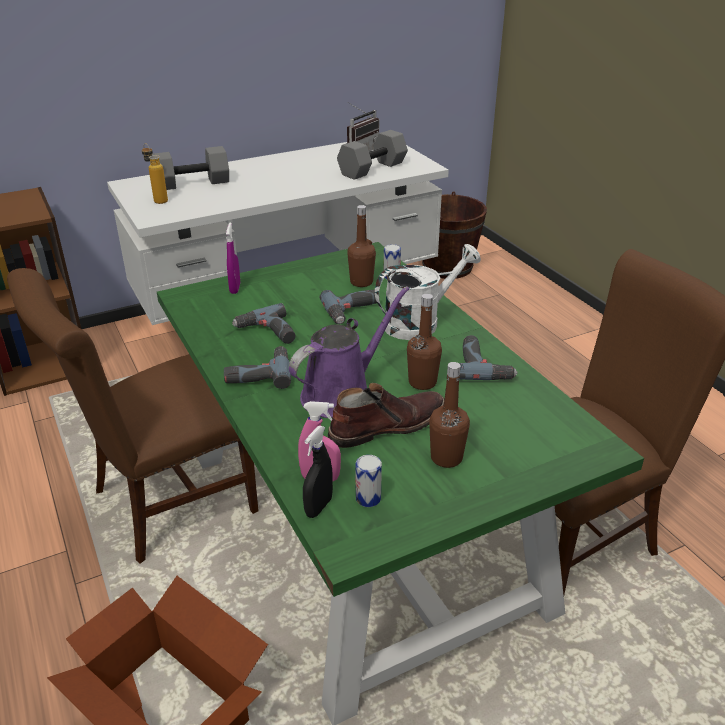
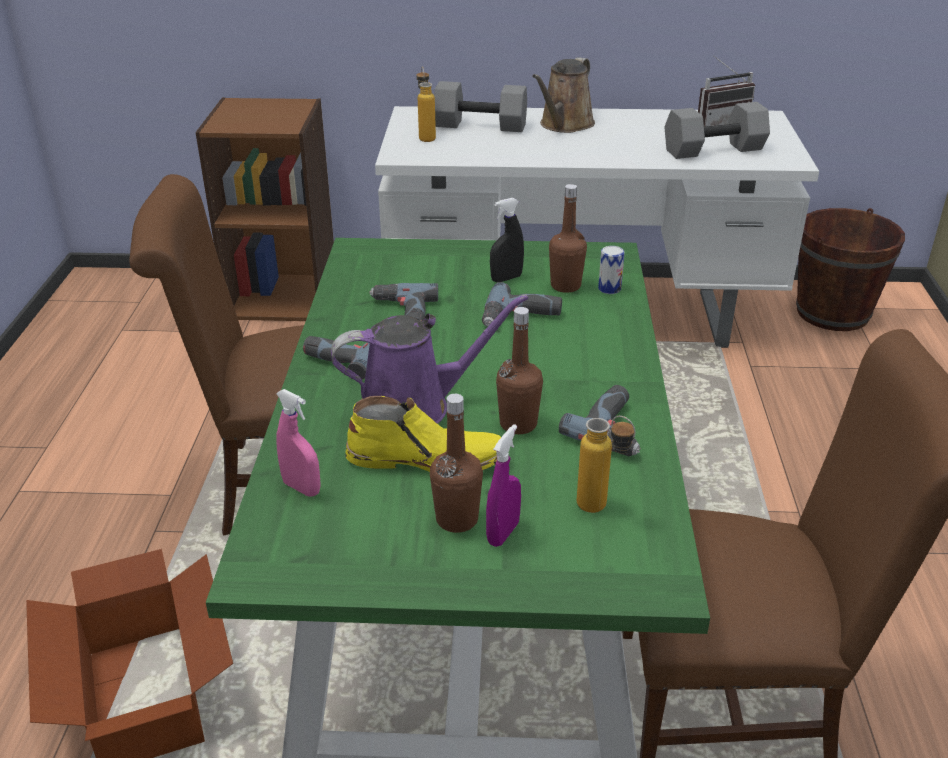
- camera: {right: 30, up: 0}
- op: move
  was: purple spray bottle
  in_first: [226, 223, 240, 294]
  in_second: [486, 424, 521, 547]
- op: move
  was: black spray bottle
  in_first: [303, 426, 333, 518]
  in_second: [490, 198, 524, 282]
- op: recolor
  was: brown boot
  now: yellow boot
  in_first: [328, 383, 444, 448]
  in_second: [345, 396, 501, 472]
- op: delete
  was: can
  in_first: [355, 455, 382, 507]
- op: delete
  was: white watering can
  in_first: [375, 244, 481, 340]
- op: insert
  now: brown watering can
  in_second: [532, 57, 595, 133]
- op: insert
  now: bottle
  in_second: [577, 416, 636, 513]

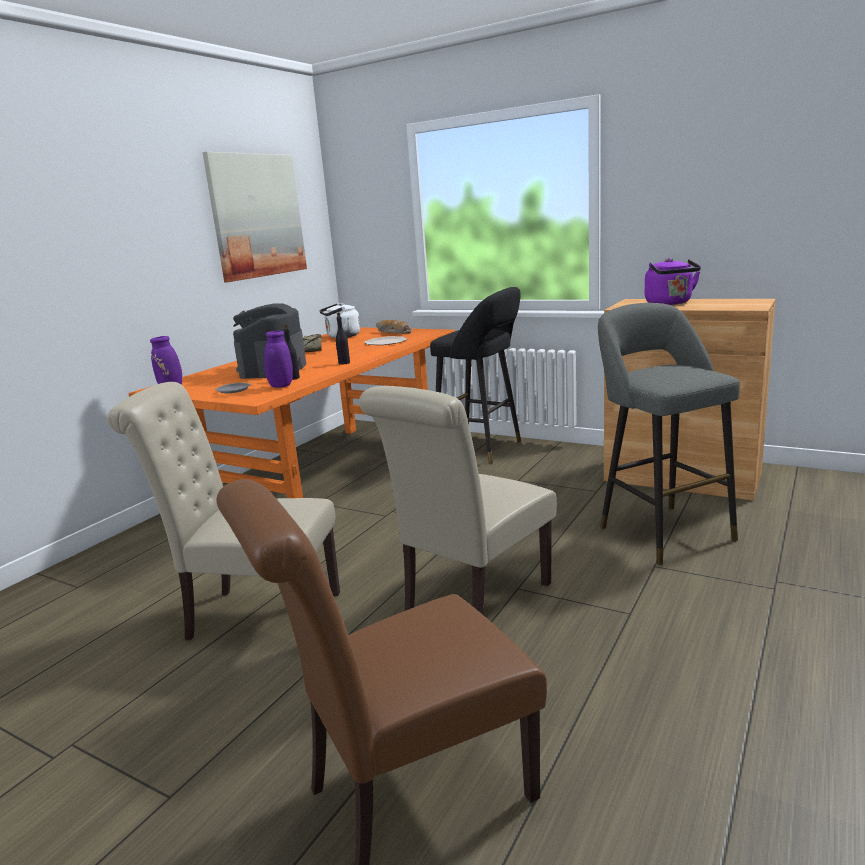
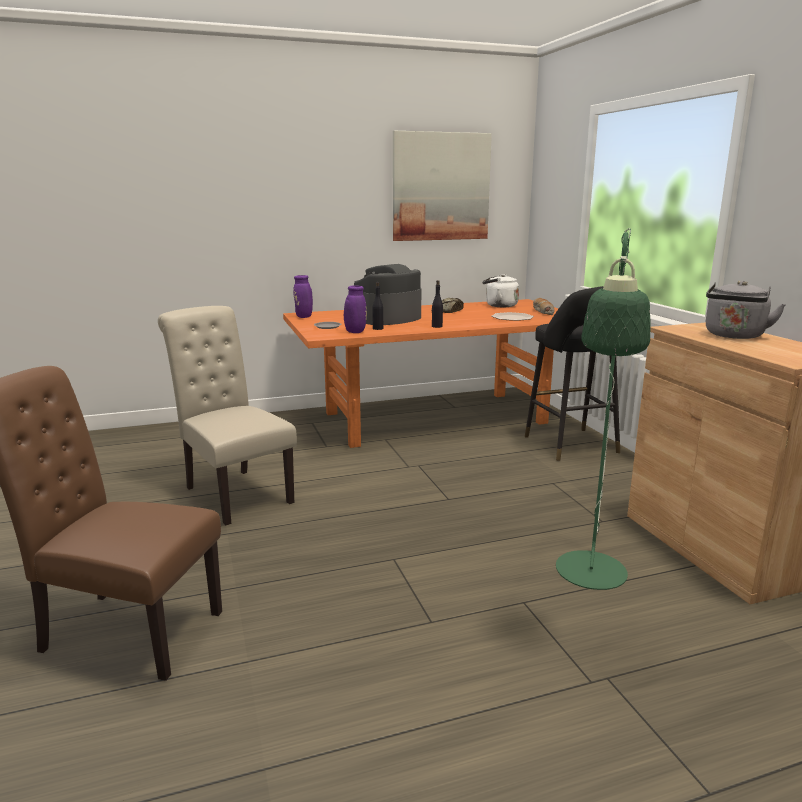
- camera: {right: 40, up: 0}
- op: delete
  was: beige chair
  in_first: [359, 386, 557, 614]
- op: replace
  was: grey stool
  now: green floor lamp
  in_first: [598, 303, 740, 565]
  in_second: [556, 228, 651, 590]
- op: recolor
  was: purple kettle
  now: grey kettle
  in_first: [645, 258, 701, 305]
  in_second: [706, 281, 786, 339]

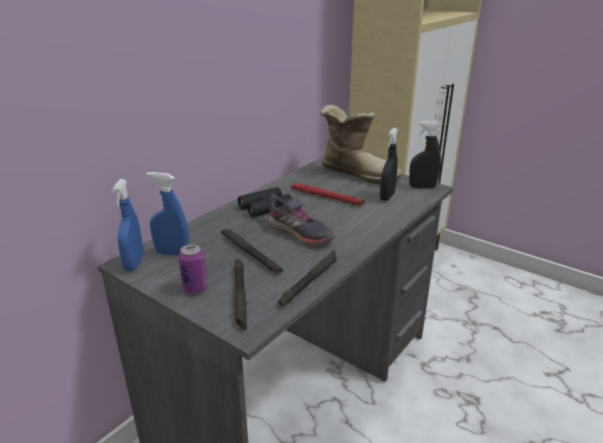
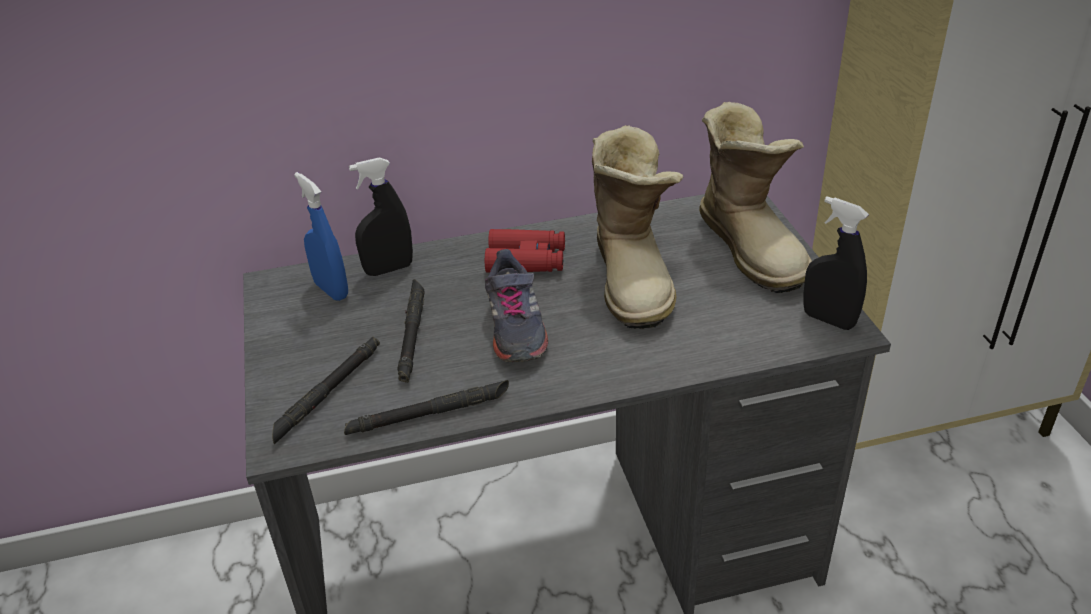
- camera: {right: 40, up: 10}
- op: delete
  was: blue spray bottle
  in_first: [112, 179, 144, 271]
- op: delete
  was: can
  in_first: [178, 244, 208, 294]
- op: recolor
  was: black binoculars
  now: red binoculars
  in_first: [238, 187, 292, 218]
  in_second: [485, 229, 565, 273]
- op: replace
  was: red flashlight
  now: boot
  in_first: [291, 183, 365, 206]
  in_second: [592, 125, 683, 329]
- op: move
  was: black spray bottle
  in_first: [380, 128, 398, 201]
  in_second: [349, 157, 413, 276]

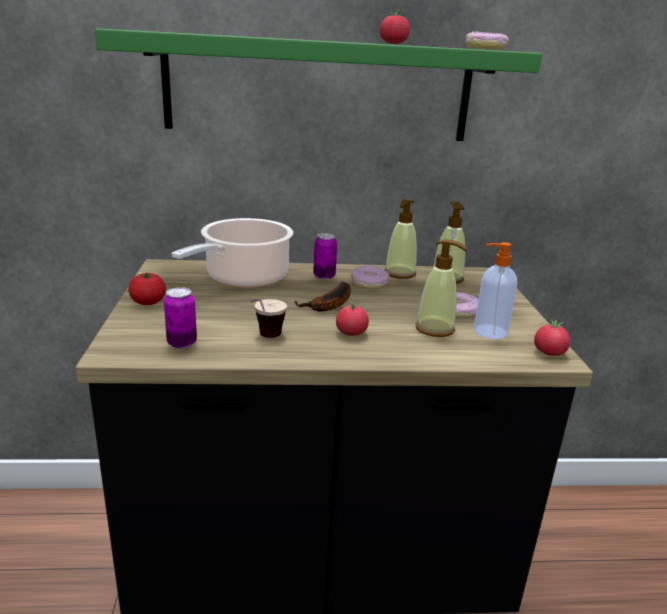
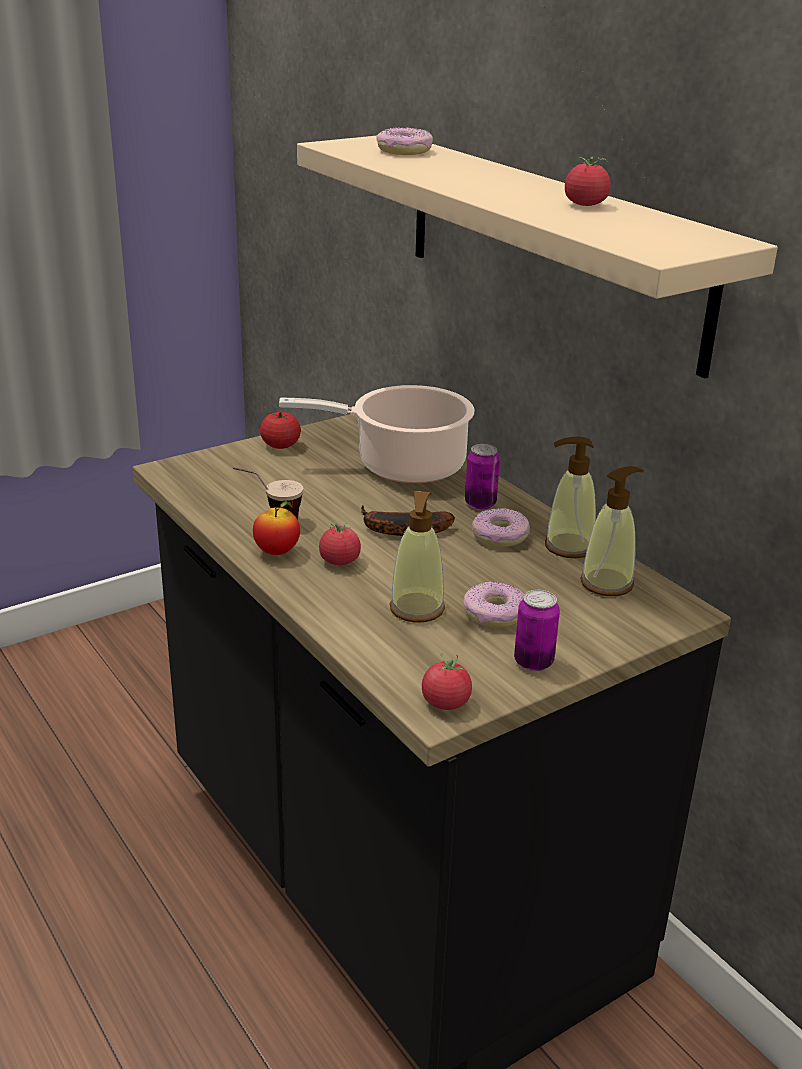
- camera: {right: 60, up: 5}
- op: recolor
  was: green shelf
  now: beige shelf
  in_first: [95, 29, 542, 141]
  in_second: [297, 136, 778, 379]
- op: move
  was: can
  in_first: [164, 287, 197, 348]
  in_second: [514, 590, 560, 671]
- op: move
  was: donut
  in_first: [465, 31, 509, 50]
  in_second: [376, 127, 433, 155]
- op: delete
  was: soap dispenser
  in_first: [474, 242, 517, 339]
- op: insert
  now: apple
  in_second: [253, 501, 300, 555]

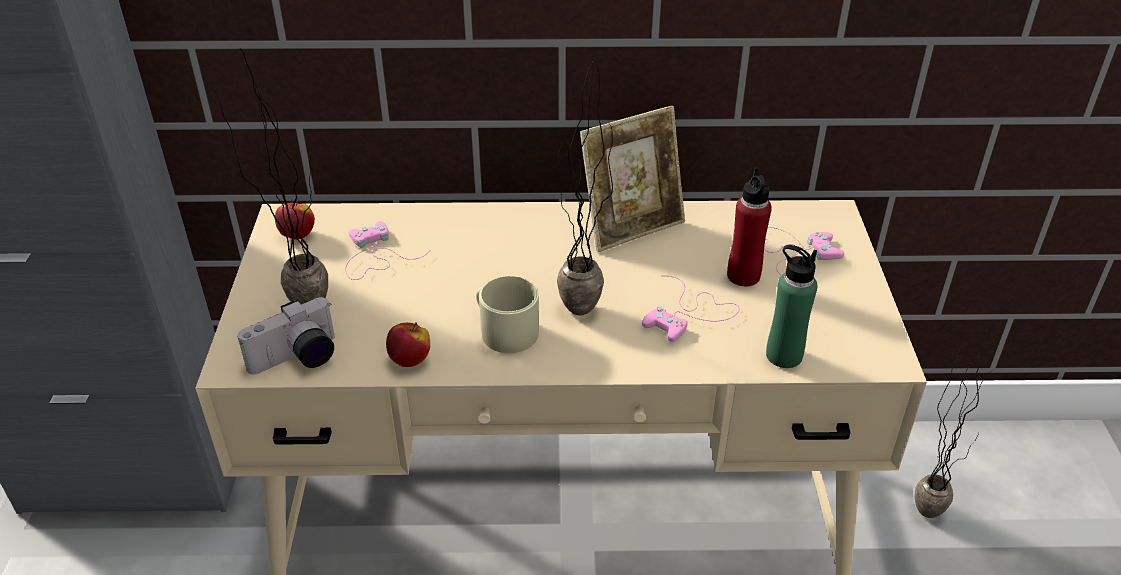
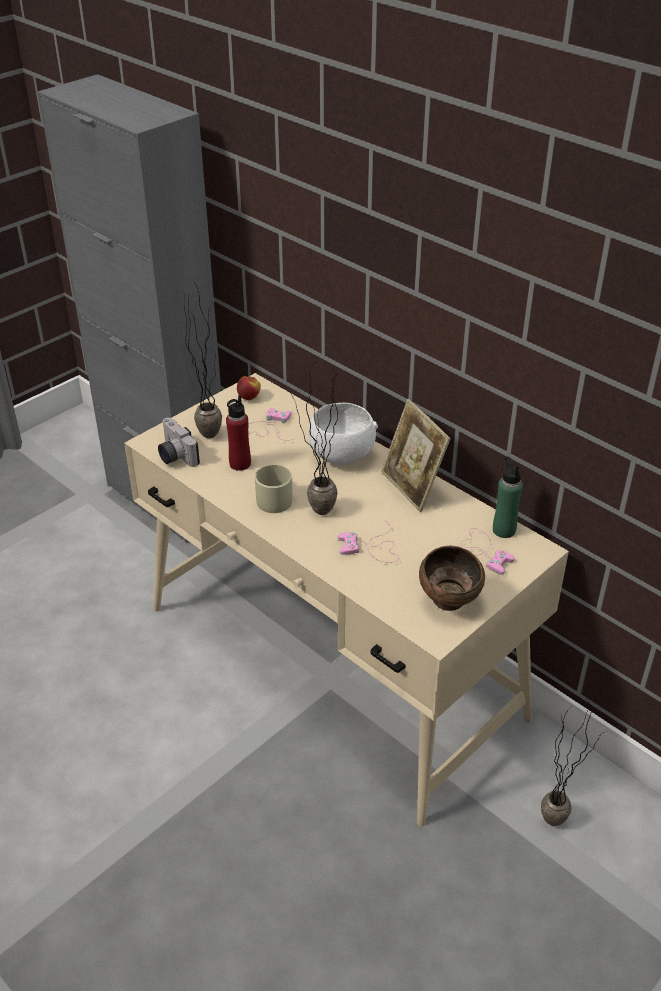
- camera: {right: 45, up: 0}
- op: rotate
  was: photo camera
  in_first: [237, 297, 335, 374]
  in_second: [158, 418, 200, 467]
  clockwise: 45
- op: delete
  was: apple
  in_first: [386, 323, 430, 367]
- op: rotate
  was: picture frame
  in_first: [580, 106, 685, 252]
  in_second: [381, 399, 451, 512]
  clockwise: 45
- op: move
  was: red bottle
  in_first: [727, 167, 772, 286]
  in_second: [226, 395, 251, 471]
- op: move
  was: green bottle
  in_first: [766, 245, 817, 368]
  in_second: [493, 457, 523, 538]
- op: insert
  now: white bowl
  in_second: [308, 403, 378, 465]
- op: insert
  now: brown bowl
  in_second: [419, 545, 485, 611]

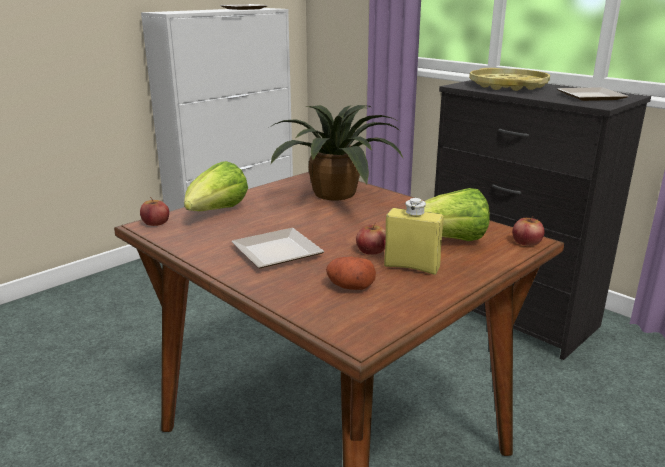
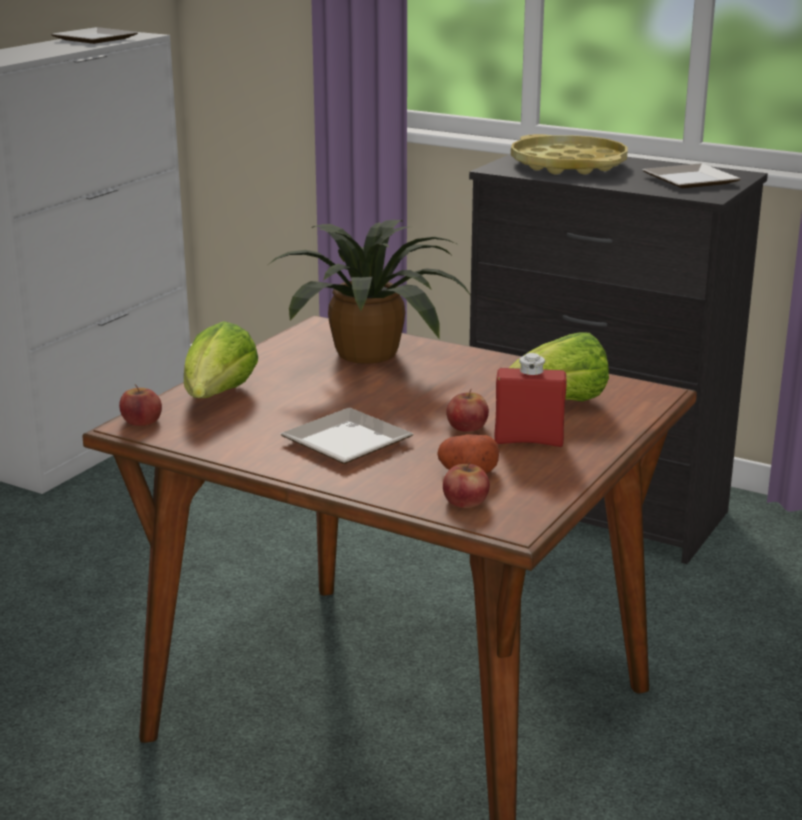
- camera: {right: -15, up: 0}
- op: recolor
  was: yellow bottle
  now: red bottle
  in_first: [384, 198, 444, 275]
  in_second: [494, 353, 566, 447]
- op: move
  was: apple
  in_first: [512, 216, 544, 246]
  in_second: [443, 462, 490, 508]

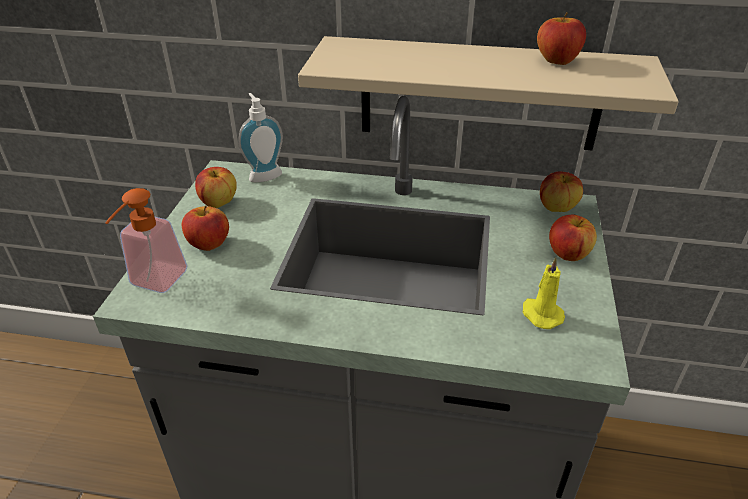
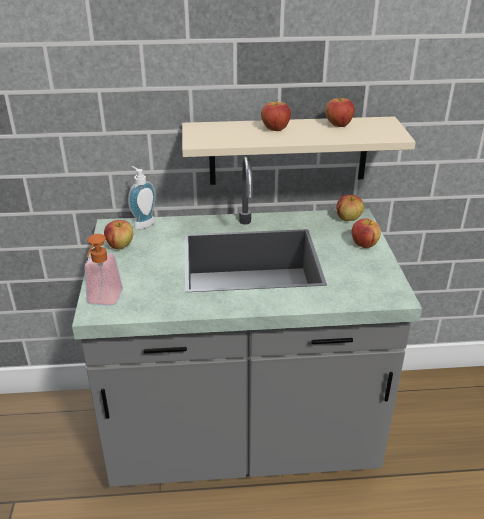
- camera: {right: -15, up: -5}
- op: move
  was: apple
  in_first: [182, 205, 229, 251]
  in_second: [261, 99, 291, 131]
- op: delete
  was: yellow candle
  in_first: [522, 257, 565, 329]

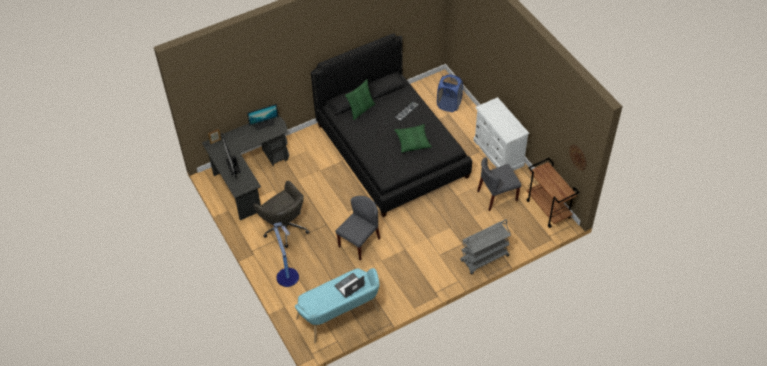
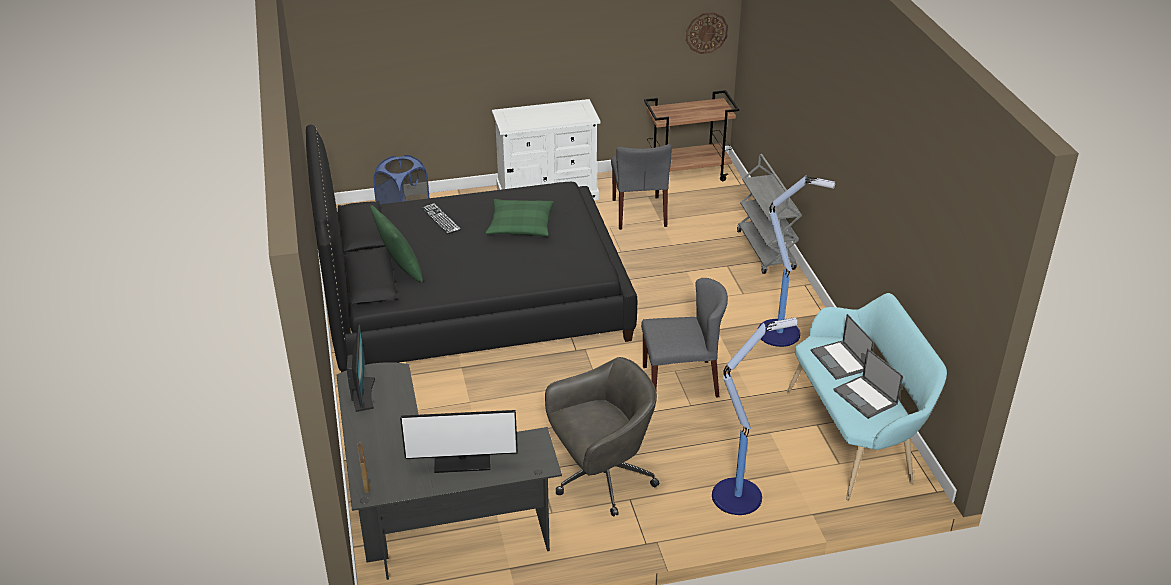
- camera: {right: -75, up: -15}
- op: rotate
  was: grey chair
  in_first: [336, 196, 380, 260]
  in_second: [641, 278, 728, 397]
  clockwise: 120
- op: insert
  now: floor lamp
  in_second: [758, 175, 836, 347]
- op: insert
  now: laptop
  in_second: [833, 348, 903, 419]

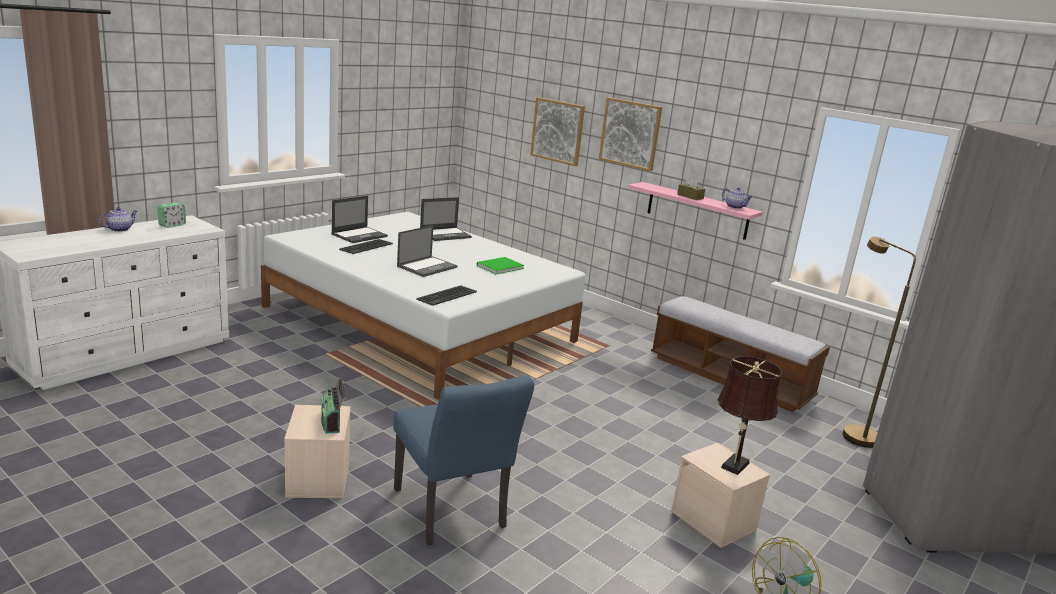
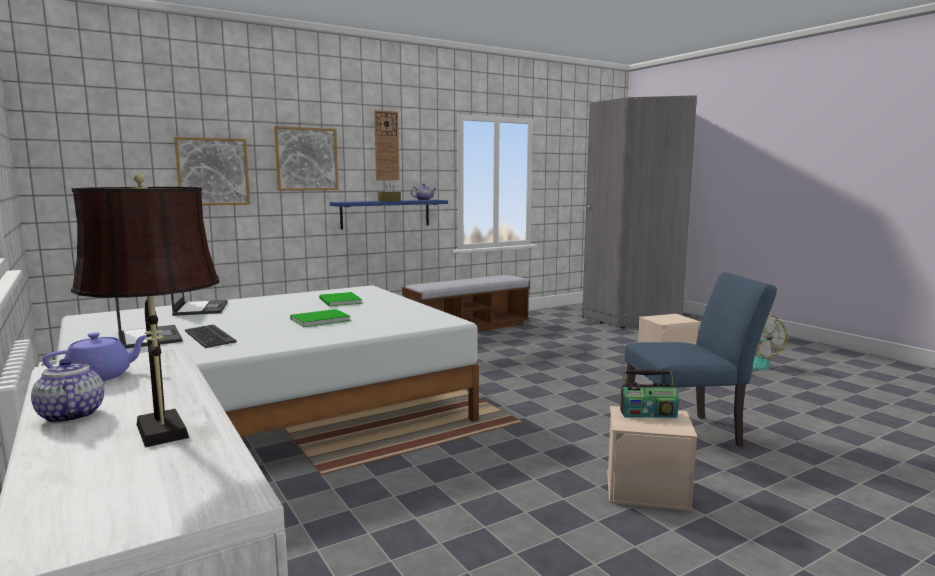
- camera: {right: -70, up: -10}
- op: replace
  was: alarm clock
  now: purple teapot
  in_first: [157, 202, 186, 228]
  in_second: [43, 332, 147, 381]
- op: replace
  was: laptop
  now: green book
  in_first: [397, 225, 457, 277]
  in_second: [290, 309, 351, 327]
- op: delete
  was: keyboard
  in_first: [416, 285, 477, 306]
- op: recolor
  was: pink shelf
  now: blue shelf
  in_first: [628, 182, 763, 240]
  in_second: [330, 200, 448, 230]
- op: move
  was: brown table lamp
  in_first: [717, 356, 782, 475]
  in_second: [71, 173, 220, 448]
- op: delete
  was: brown floor lamp
  in_first: [842, 237, 916, 448]
- op: insert
  now: wall clock
  in_second: [374, 110, 400, 180]

